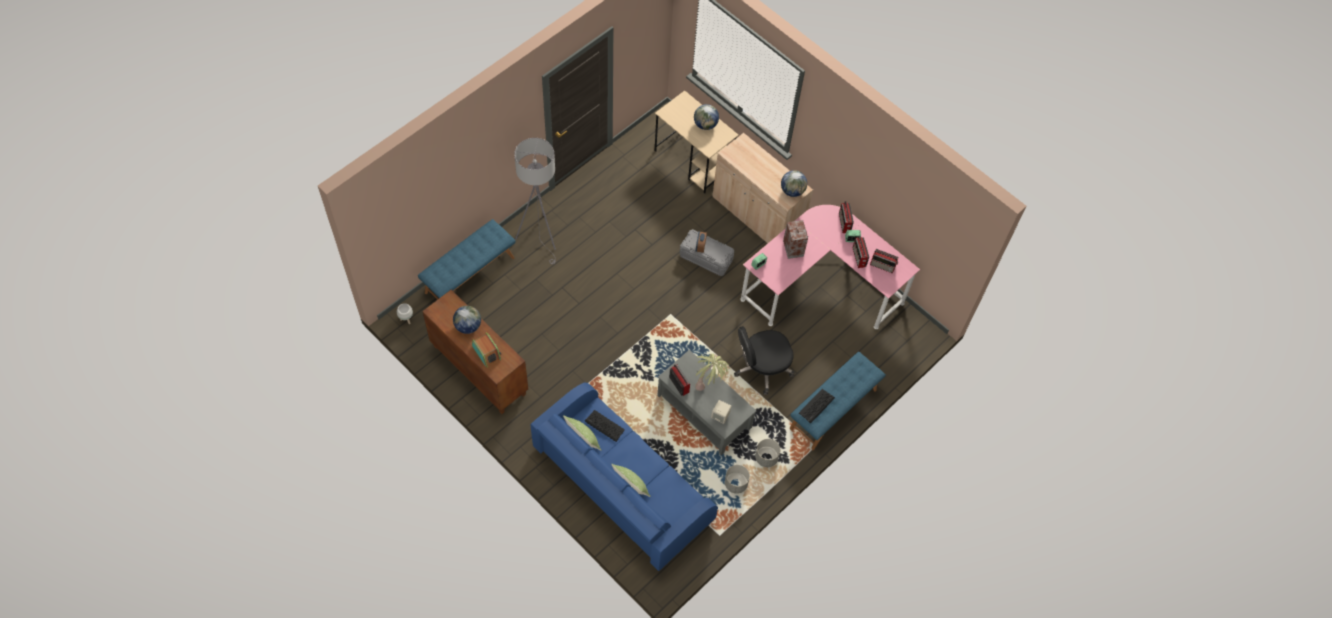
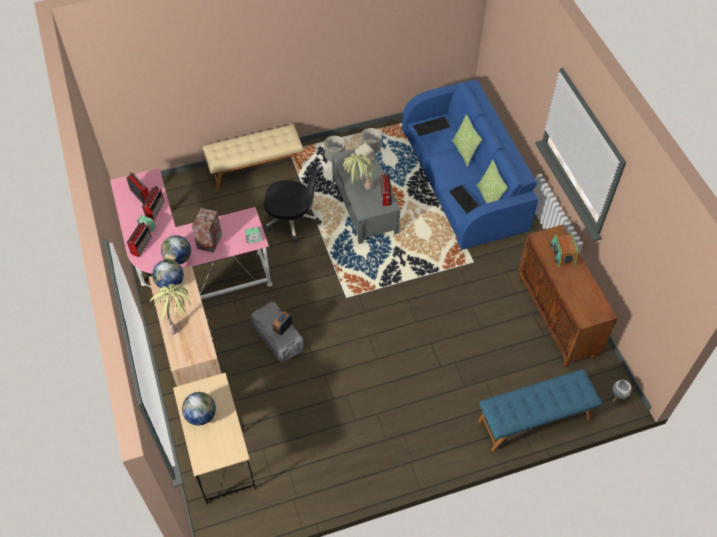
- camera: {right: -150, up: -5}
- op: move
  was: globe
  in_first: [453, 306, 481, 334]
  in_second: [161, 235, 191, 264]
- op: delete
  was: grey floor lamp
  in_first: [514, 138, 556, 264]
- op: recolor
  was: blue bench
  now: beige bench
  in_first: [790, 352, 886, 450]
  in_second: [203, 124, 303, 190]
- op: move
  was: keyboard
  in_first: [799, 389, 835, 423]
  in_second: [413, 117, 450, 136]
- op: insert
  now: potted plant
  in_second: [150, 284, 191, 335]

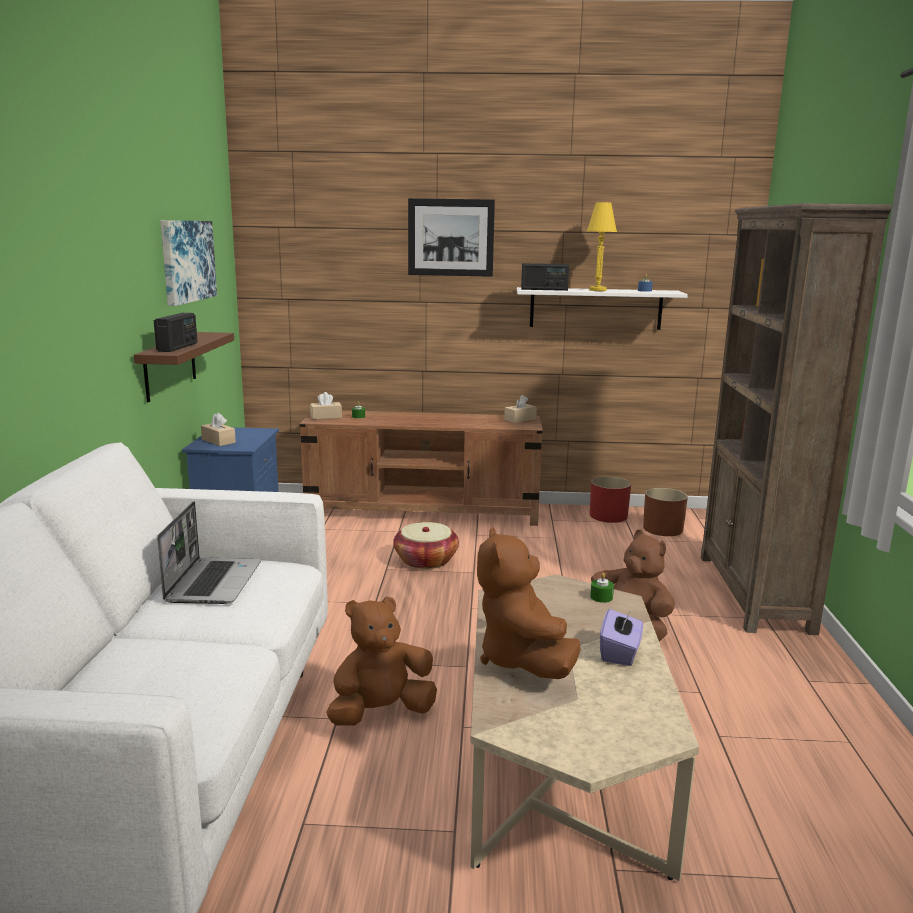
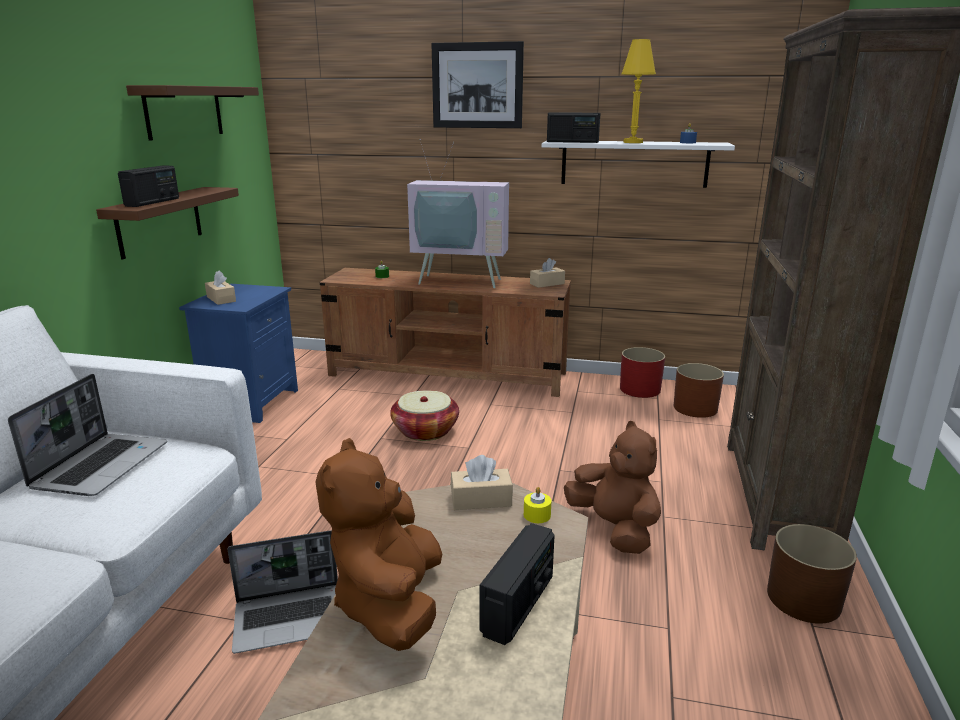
- camera: {right: 10, up: 5}
- op: replace
  was: picture
  now: brown shelf
  in_first: [160, 220, 217, 306]
  in_second: [126, 85, 259, 141]
- op: move
  was: beige tissue box
  in_first: [310, 392, 342, 419]
  in_second: [451, 455, 513, 510]
- op: replace
  was: brown plush toy
  now: laptop
  in_first: [326, 596, 437, 726]
  in_second: [228, 530, 338, 654]
- op: recolor
  was: green candle
  now: yellow candle
  in_first: [590, 573, 614, 603]
  in_second: [524, 487, 552, 523]
- op: replace
  was: purple tissue box
  now: radio
  in_first: [600, 608, 643, 666]
  in_second: [480, 523, 555, 645]
- op: insert
  now: television
  in_second: [407, 139, 509, 288]
- op: insert
  now: brown planter
  in_second: [767, 524, 857, 624]

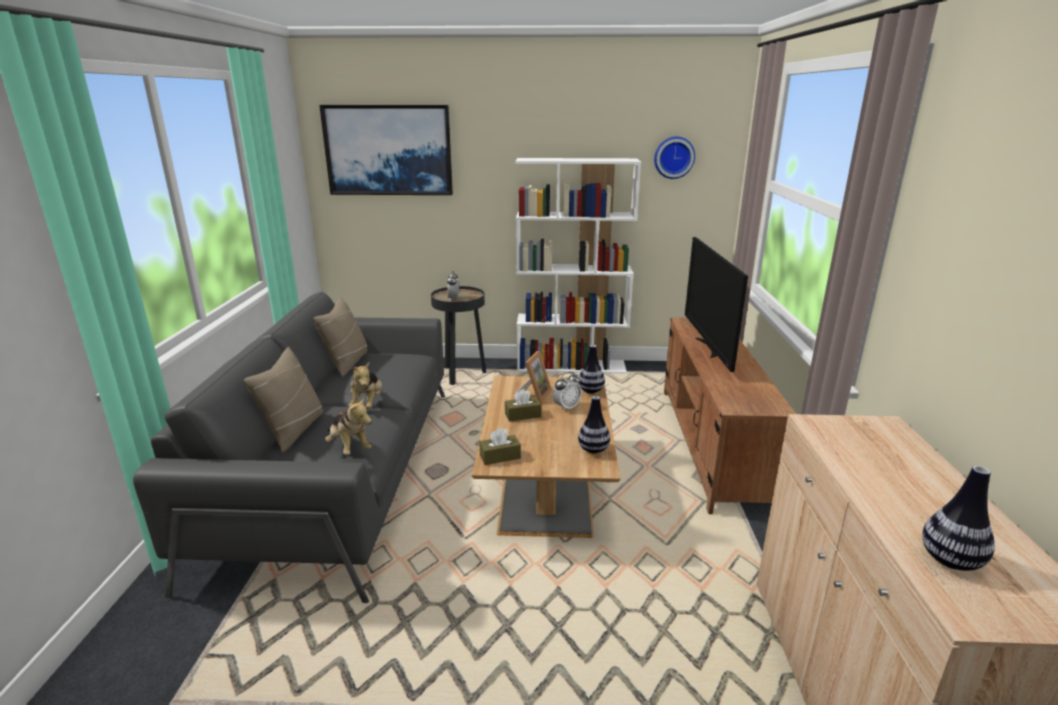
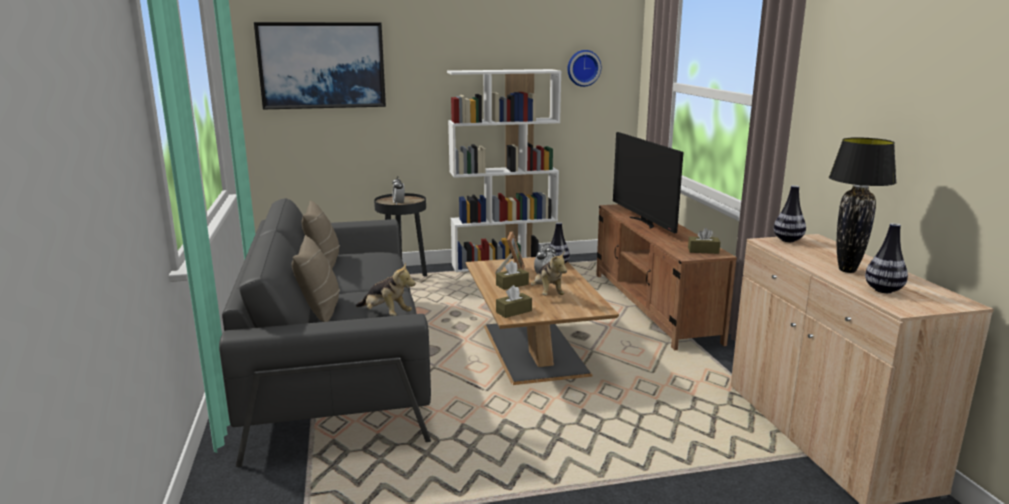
- camera: {right: -15, up: -5}
- op: move
  was: plush toy
  in_first: [349, 362, 382, 409]
  in_second: [531, 252, 567, 296]
- op: move
  was: vase
  in_first: [578, 396, 610, 454]
  in_second: [774, 185, 806, 242]
- op: insert
  now: brown tissue box
  in_second: [688, 228, 720, 254]
- op: insert
  now: black table lamp
  in_second: [829, 137, 897, 273]

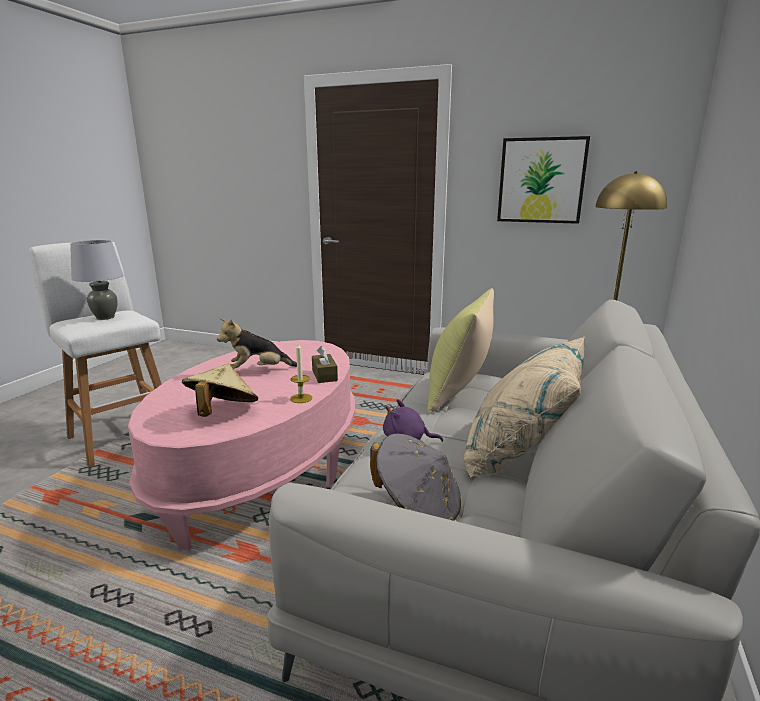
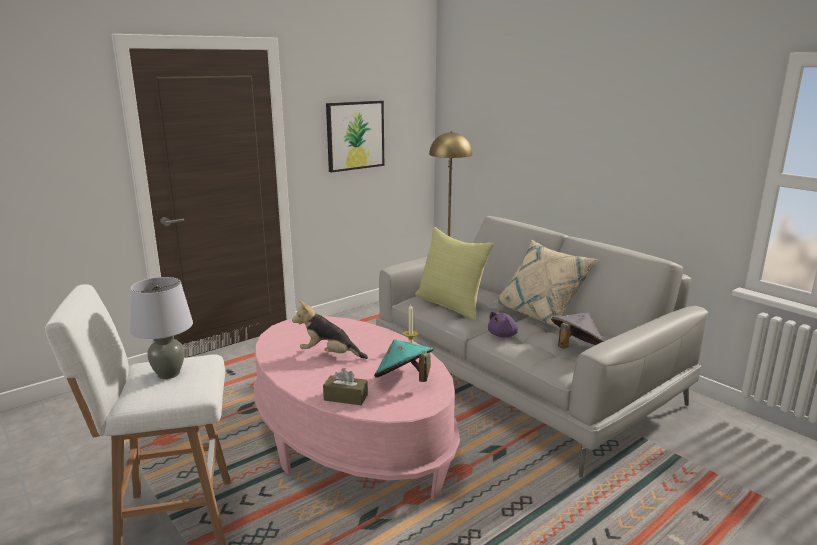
- camera: {right: -60, up: 0}
- op: recolor
  was: beige hat
  now: turquoise hat
  in_first: [182, 364, 258, 417]
  in_second: [374, 339, 434, 382]
- op: rotate
  was: plush toy
  in_first: [217, 318, 297, 369]
  in_second: [292, 301, 368, 359]
  clockwise: 90
- op: move
  was: brown tissue box
  in_first: [312, 346, 338, 383]
  in_second: [323, 368, 368, 405]

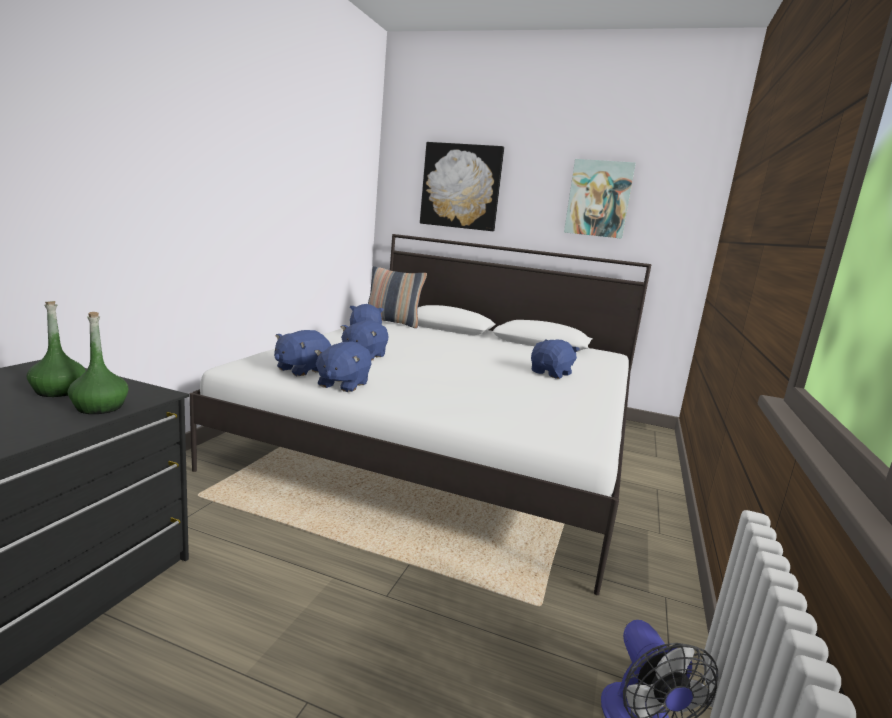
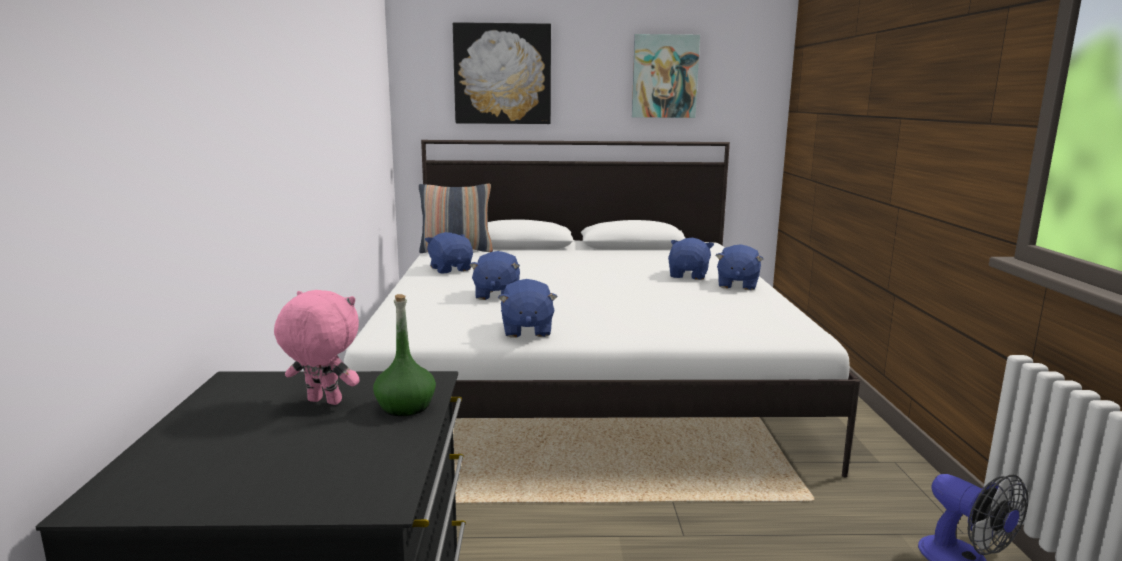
- camera: {right: -20, up: 0}
- op: replace
  was: green bottle
  now: pink plush toy
  in_first: [27, 301, 86, 397]
  in_second: [274, 290, 360, 405]
- op: move
  was: blue plush toy
  in_first: [274, 330, 331, 376]
  in_second: [715, 244, 763, 290]

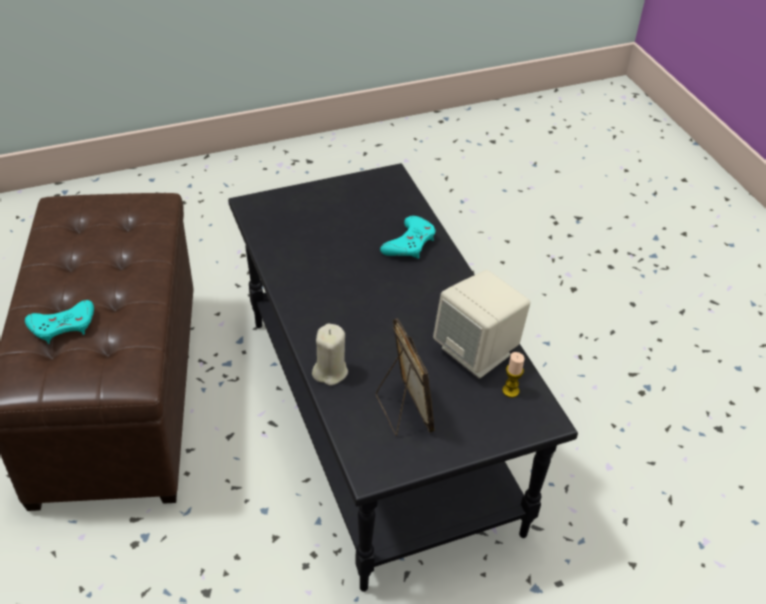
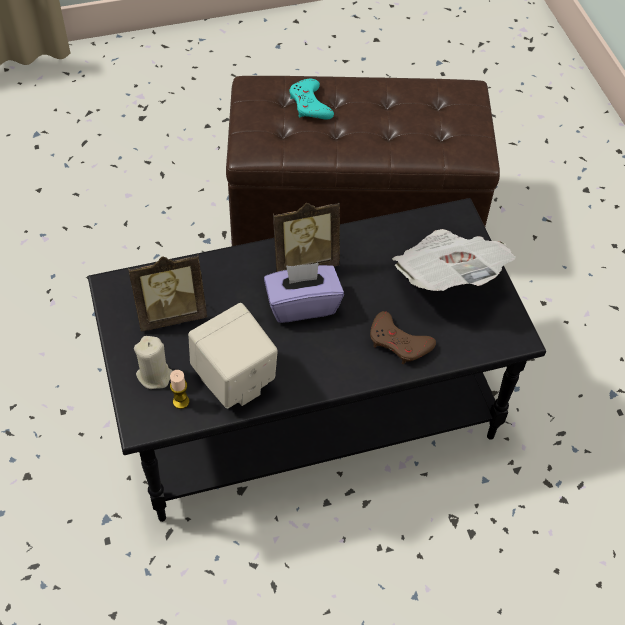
- camera: {right: 95, up: 10}
- op: move
  was: beige candle
  in_first: [312, 323, 348, 386]
  in_second: [134, 336, 173, 389]
- op: recolor
  was: turquoise game controller
  now: brown game controller
  in_first: [380, 216, 435, 258]
  in_second: [370, 311, 436, 364]
- op: insert
  now: purple tissue box
  in_second: [264, 263, 344, 323]
- op: insert
  now: picture frame
  in_second: [273, 201, 340, 272]
- op: insert
  now: newspaper
  in_second: [392, 229, 516, 291]

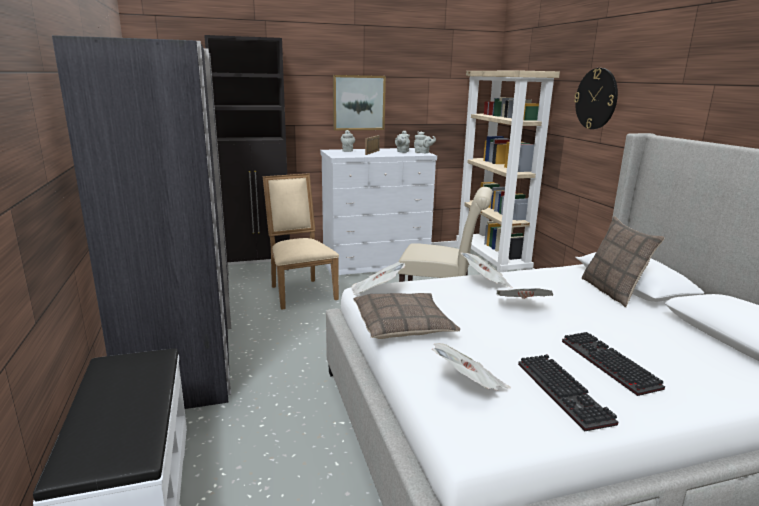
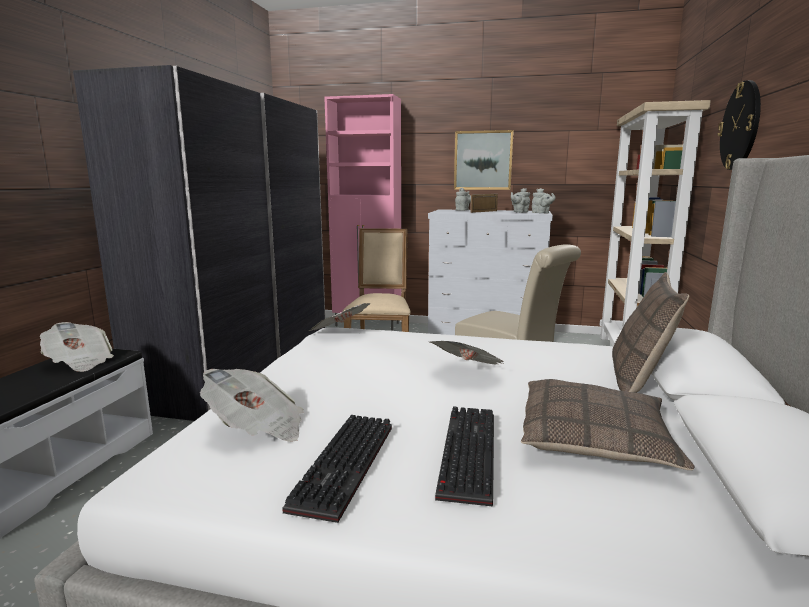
- camera: {right: 30, up: -5}
- op: recolor
  was: black cabinet
  now: pink cabinet
  in_first: [204, 35, 290, 276]
  in_second: [324, 94, 401, 330]
- op: move
  was: pillow
  in_first: [353, 293, 460, 339]
  in_second: [521, 379, 695, 470]
- op: move
  was: newspaper
  in_first: [460, 252, 513, 288]
  in_second: [40, 322, 114, 372]

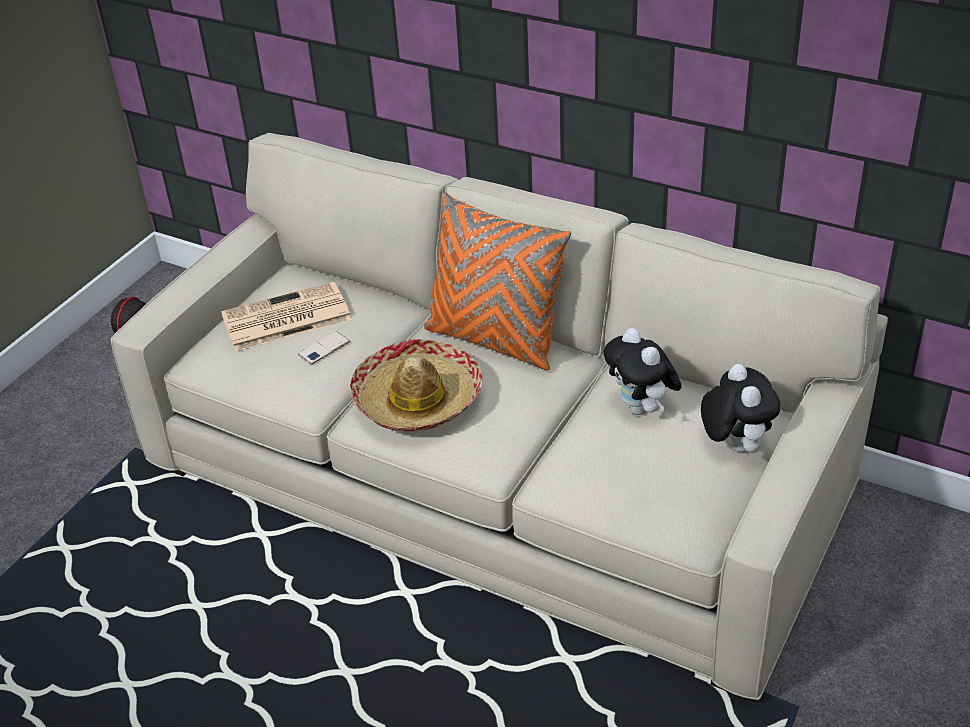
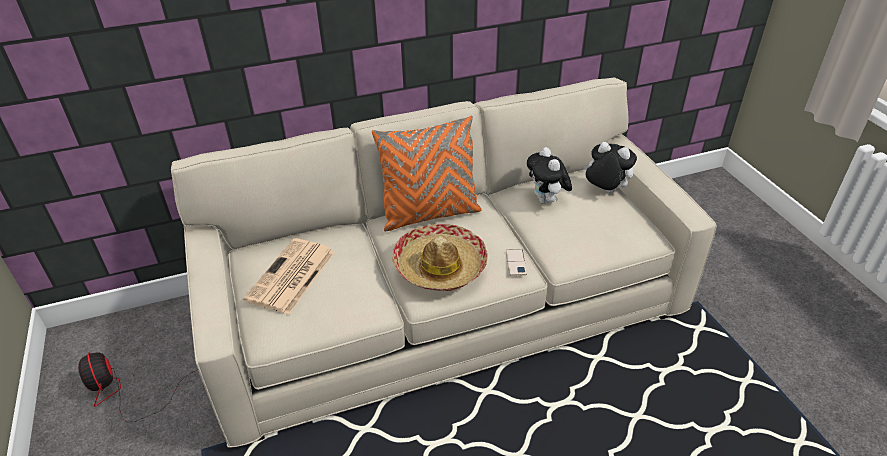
- camera: {right: -50, up: 0}
- op: move
  was: phone
  in_first: [298, 331, 350, 364]
  in_second: [506, 249, 527, 276]
- op: rotate
  was: plush toy
  in_first: [604, 328, 682, 415]
  in_second: [527, 147, 572, 204]
  clockwise: 60

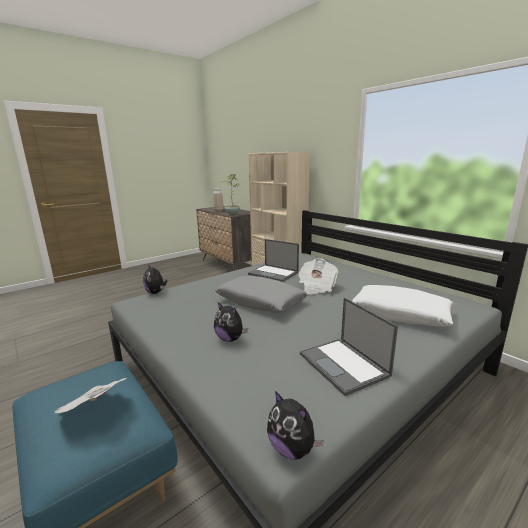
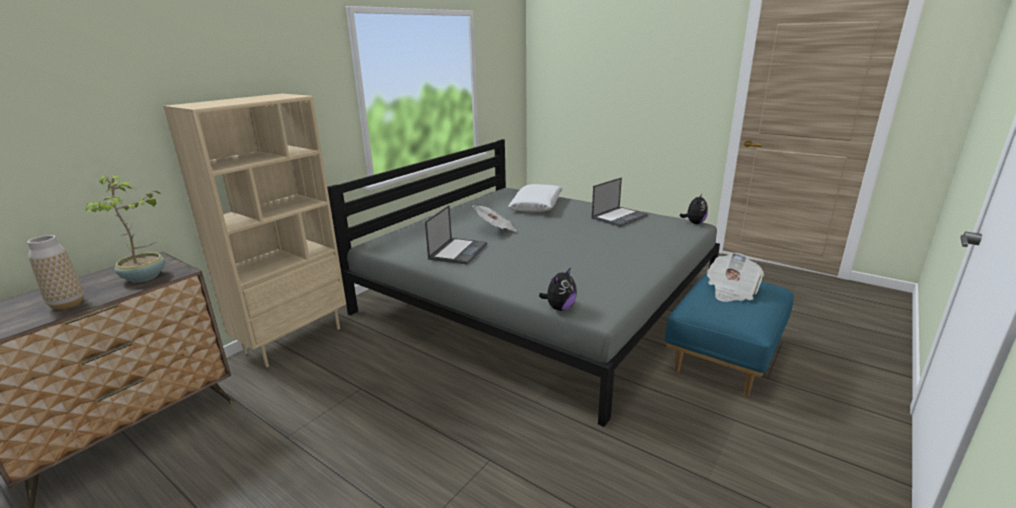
- camera: {right: -105, up: 5}
- op: delete
  was: plush toy
  in_first: [214, 302, 248, 342]
- op: delete
  was: grey pillow
  in_first: [215, 276, 308, 313]

